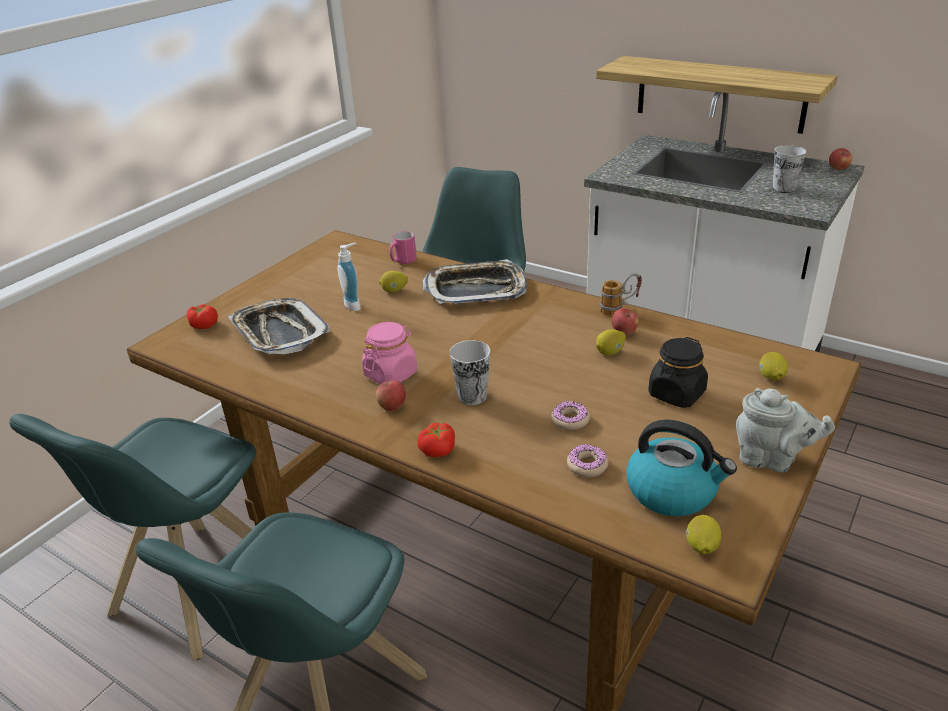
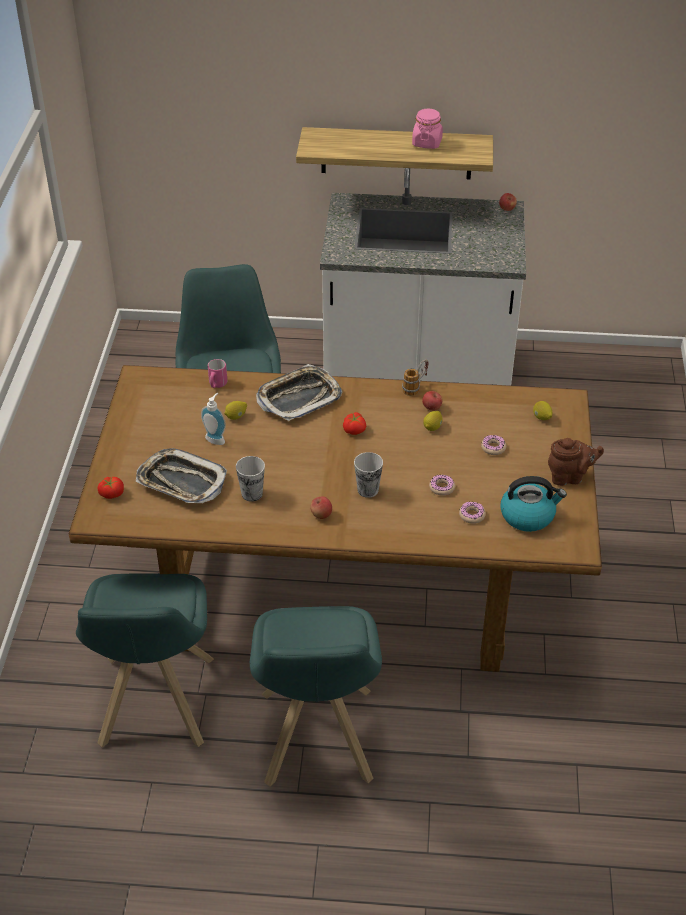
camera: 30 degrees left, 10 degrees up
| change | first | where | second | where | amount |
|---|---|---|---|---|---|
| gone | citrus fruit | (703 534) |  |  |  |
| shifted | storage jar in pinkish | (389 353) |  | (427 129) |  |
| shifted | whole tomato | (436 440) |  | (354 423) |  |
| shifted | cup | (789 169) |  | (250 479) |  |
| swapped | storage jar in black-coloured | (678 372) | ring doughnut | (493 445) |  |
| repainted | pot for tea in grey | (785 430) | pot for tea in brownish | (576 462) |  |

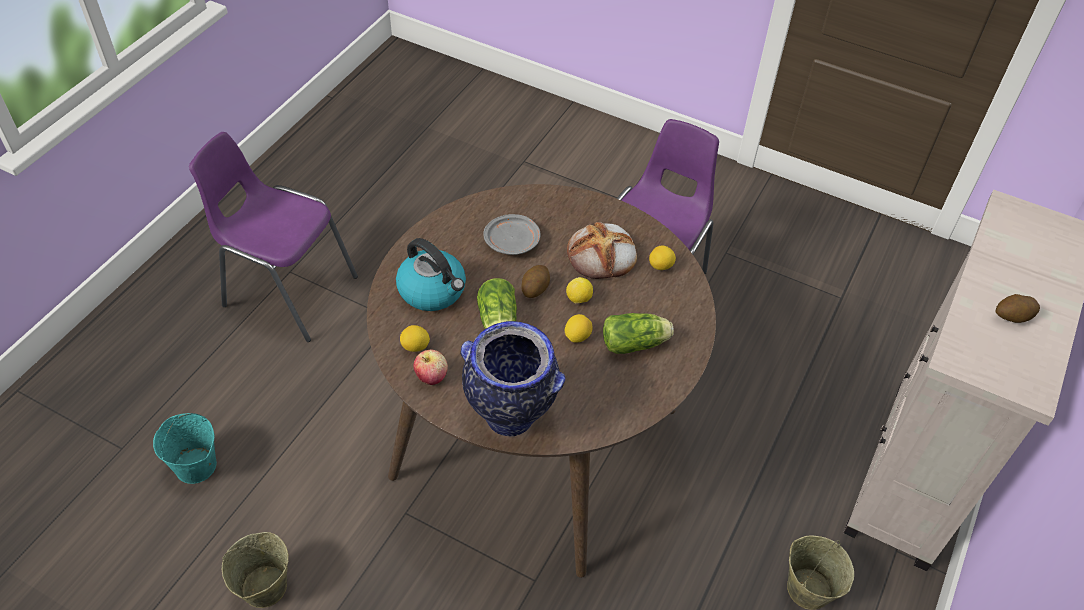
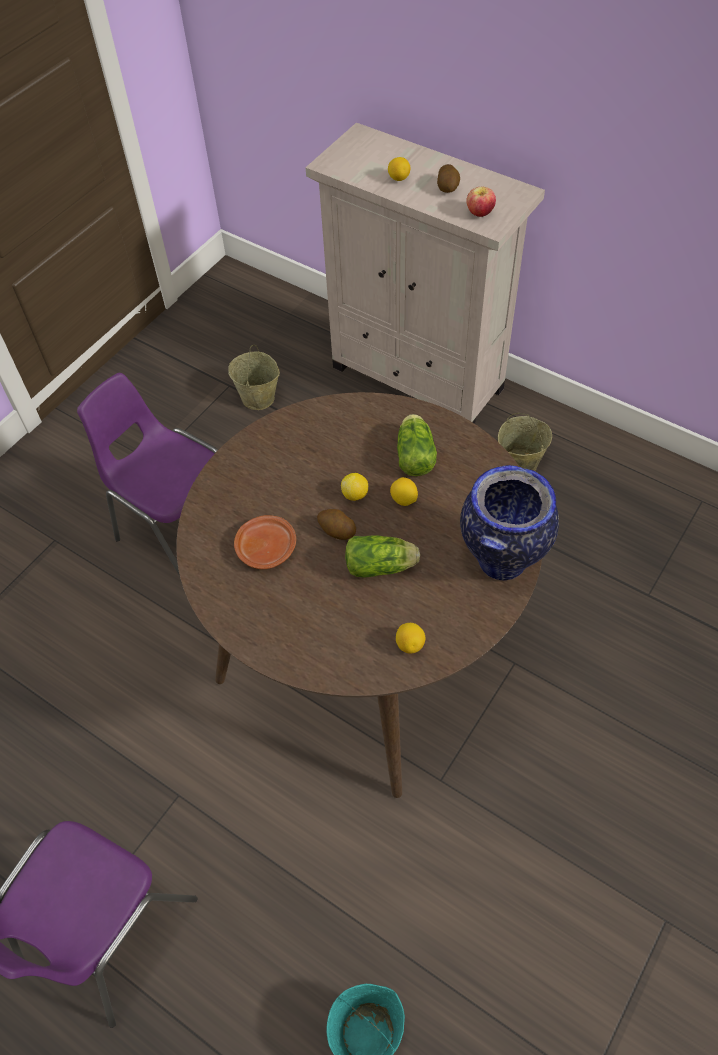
camera: 80 degrees left, 5 degrees up
| change | first | where | second | where | amount |
|---|---|---|---|---|---|
| gone | kettle | (431 274) |  |  |  |
| gone | bakery bread | (602 250) |  |  |  |
| shifted | pail in beige | (255 570) |  | (254 377) |  |
| shifted | apple fruit | (430 367) |  | (481 202) |  |
| shifted | citrus fruit | (662 258) |  | (399 169) |  |
| repainted | dinner plate in grey | (511 234) | dinner plate in brownish | (265 542) |  |

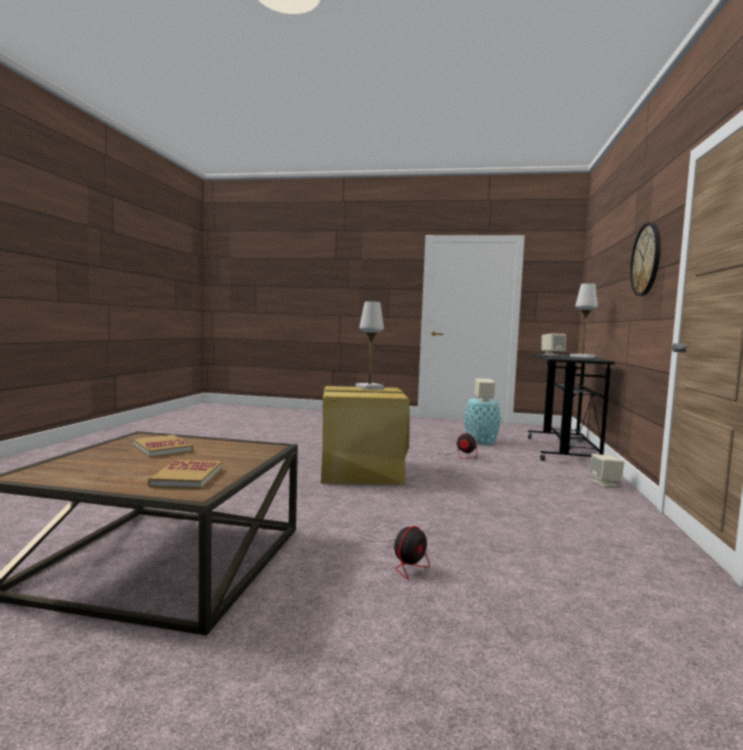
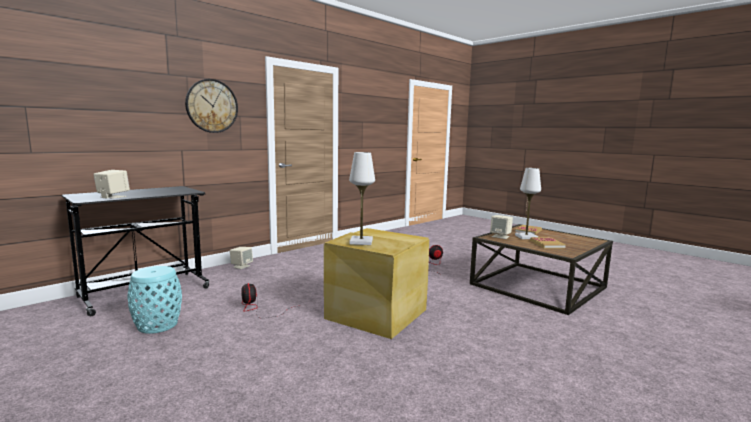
camera: 145 degrees left, 5 degrees up
| change | first | where | second | where | amount |
|---|---|---|---|---|---|
| shifted | loudspeaker in beige | (484 390) |  | (501 227) |  |
| shifted | lamp for a table in whitish | (584 320) |  | (528 203) |  |

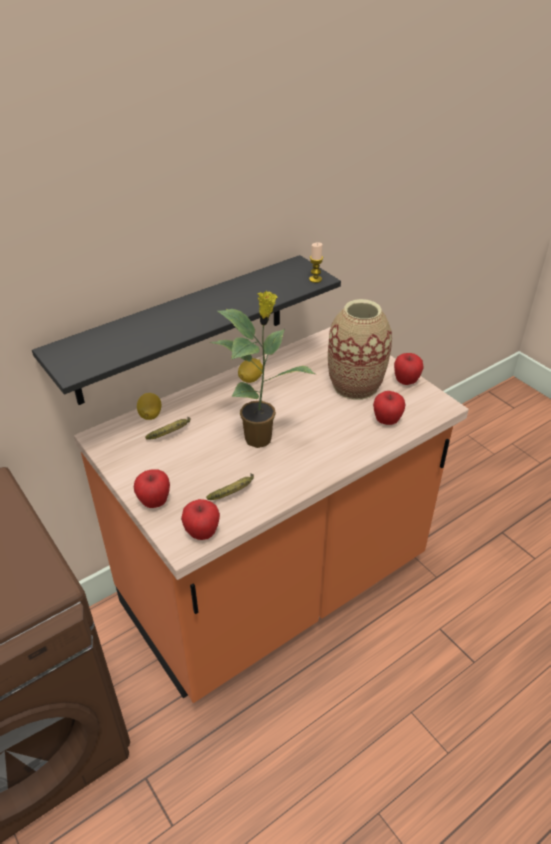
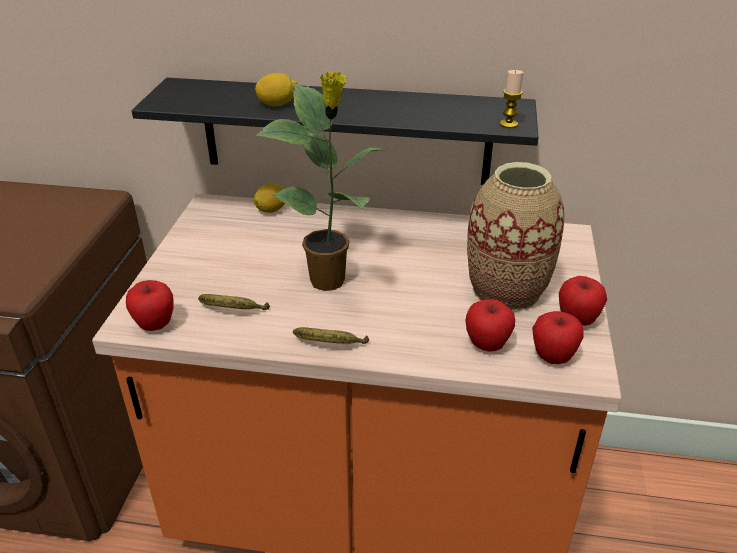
camera: 45 degrees right, 5 degrees down
| change | first | where | second | where | amount |
|---|---|---|---|---|---|
| shifted | apple fruit | (152 488) |  | (558 337) |  |
| shifted | banana fruit | (167 428) |  | (331 335) |  |
| shifted | citrus fruit | (250 370) |  | (276 89) |  |

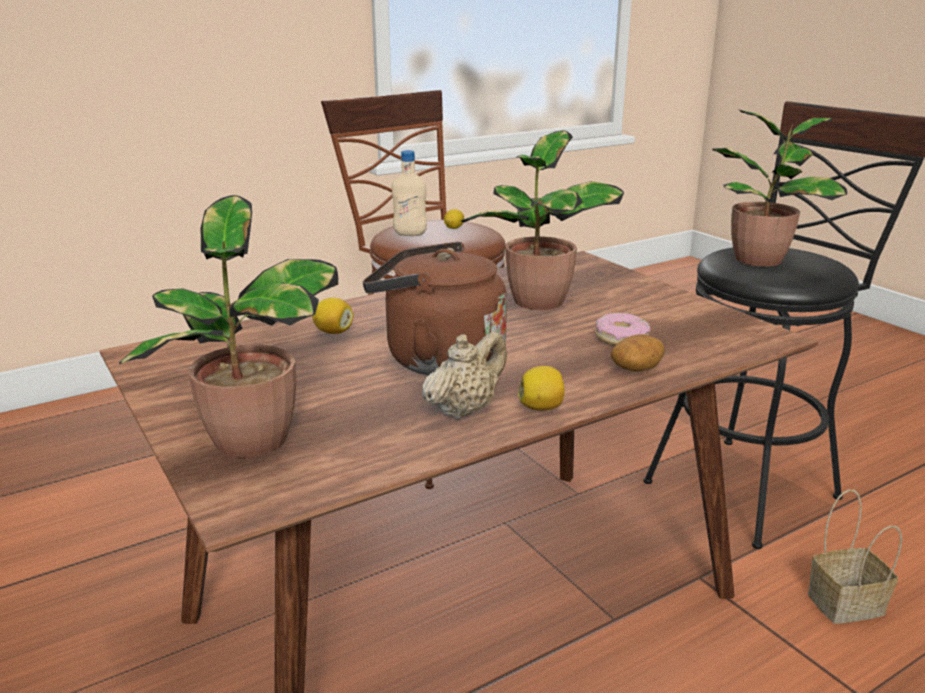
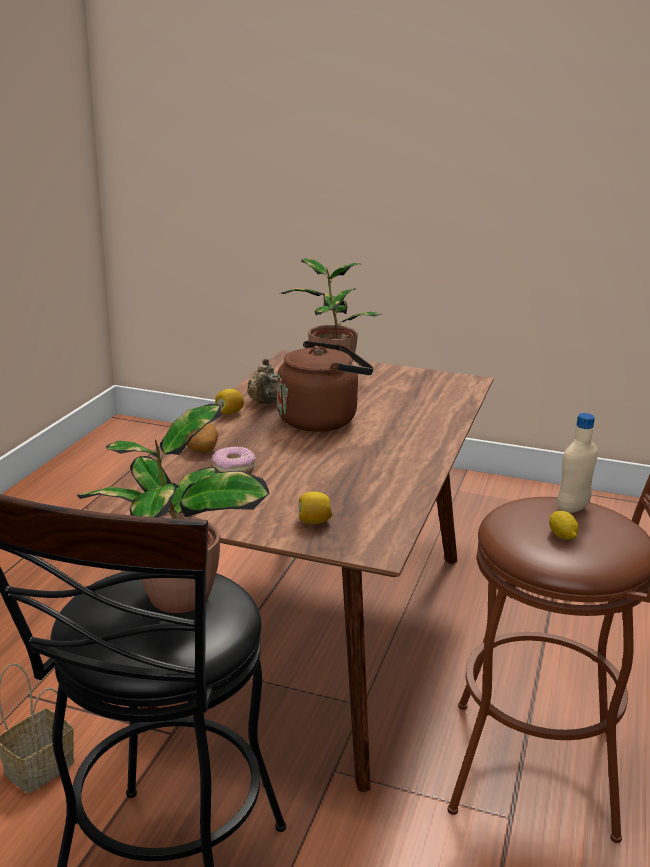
camera: 140 degrees right, 0 degrees up
| change | first | where | second | where | amount |
|---|---|---|---|---|---|
| gone | potted plant | (542 220) |  |  |  |
| shifted | citrus fruit | (332 316) |  | (316 507) |  |

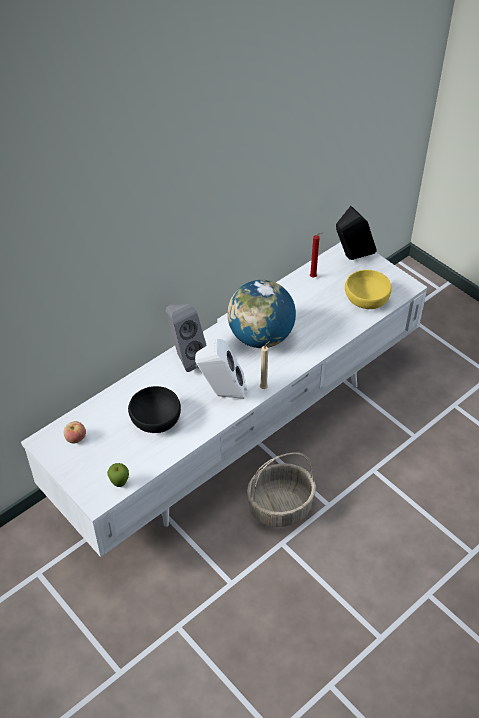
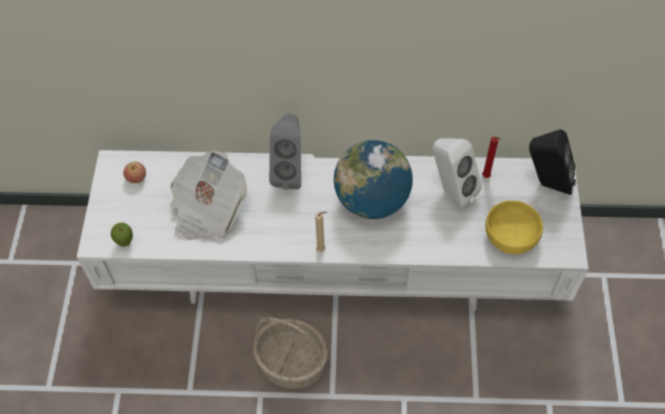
camera: 45 degrees right, 10 degrees up
| change | first | where | second | where | amount |
|---|---|---|---|---|---|
| shifted | loudspeaker in whitish | (221 369) |  | (457 173) |  |
| swapped | bowl in black-coloured | (154 409) | daily paper | (208 195) |  |

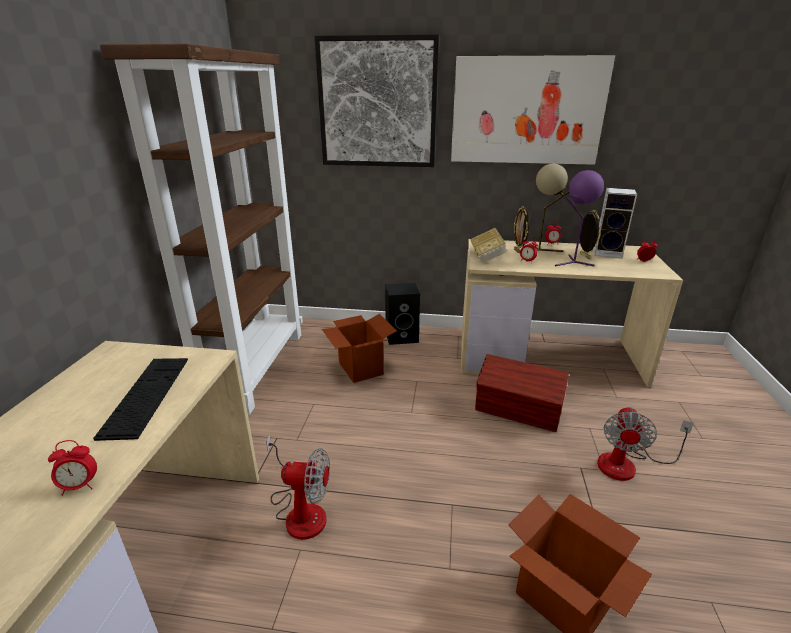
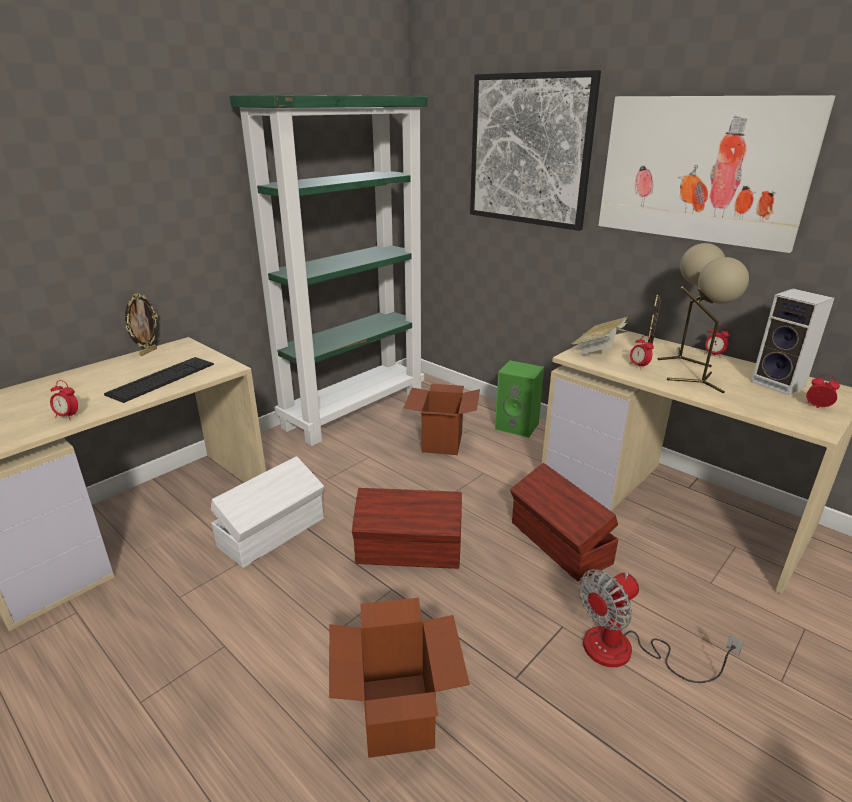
camera: 35 degrees right, 0 degrees up
| change | first | where | second | where | amount |
|---|---|---|---|---|---|
| new |  |  | storage bin in brownish | (407 528) |  |
| shifted | picture frame | (590 234) |  | (141 324) |  |
| swapped | cooling fan | (298 487) | storage bin in whitish | (267 512) |  |
| repainted | shelving unit in brownish | (201 229) | shelving unit in green | (329 270) |  |
| repainted | loudspeaker in black-coloured | (402 314) | loudspeaker in green | (519 399) |  |
| repainted | lamp for a table in purplish | (579 218) | lamp for a table in beige | (708 325) |  |

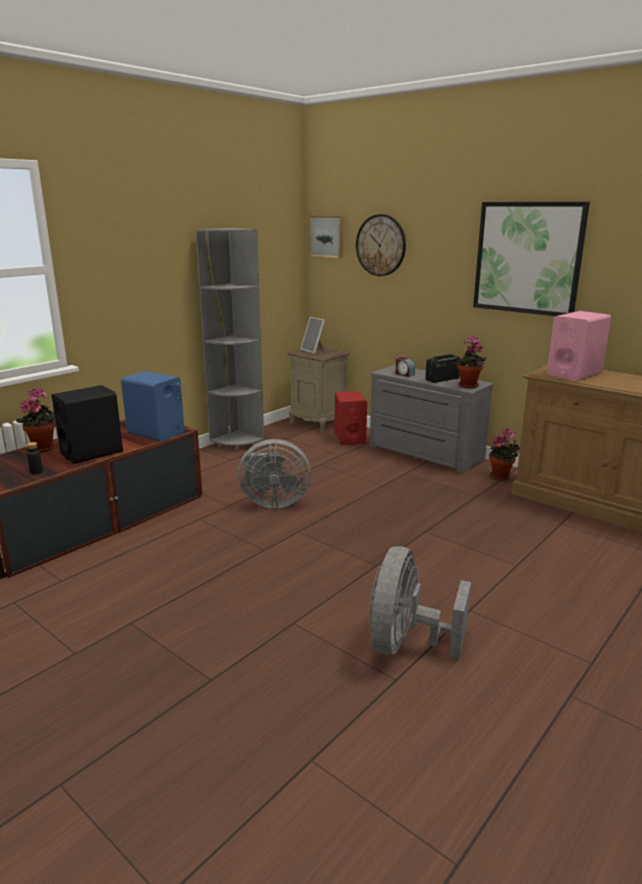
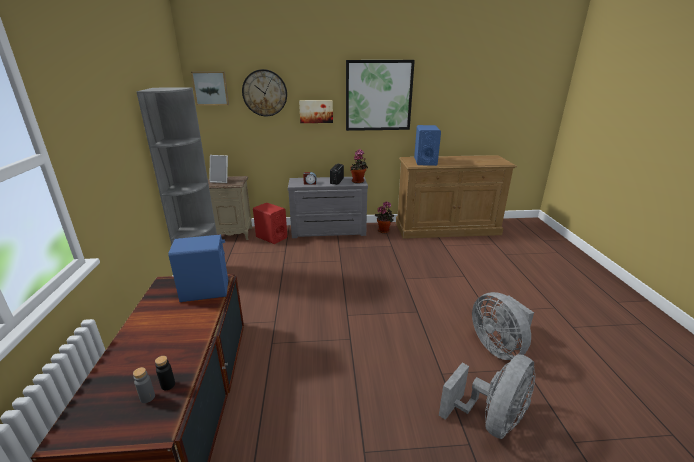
camera: 45 degrees left, 5 degrees up
| change | first | where | second | where | amount |
|---|---|---|---|---|---|
| gone | potted plant | (36 419) |  |  |  |
| gone | loudspeaker in black-coloured | (87 424) |  |  |  |
| new |  |  | drink bottle in grey | (144 385) |  |
| new |  |  | wall picture | (316 111) |  |
| shifted | cooling fan in grey | (274 473) |  | (487 396) |  |
| repainted | loudspeaker in pinkish | (579 346) | loudspeaker in blue-coloured | (427 145) |  |

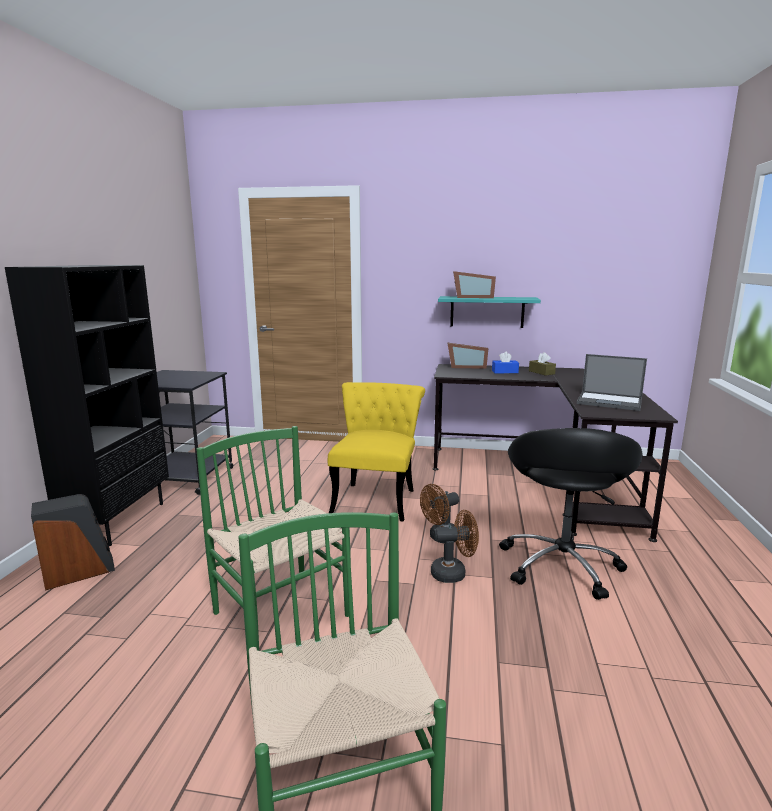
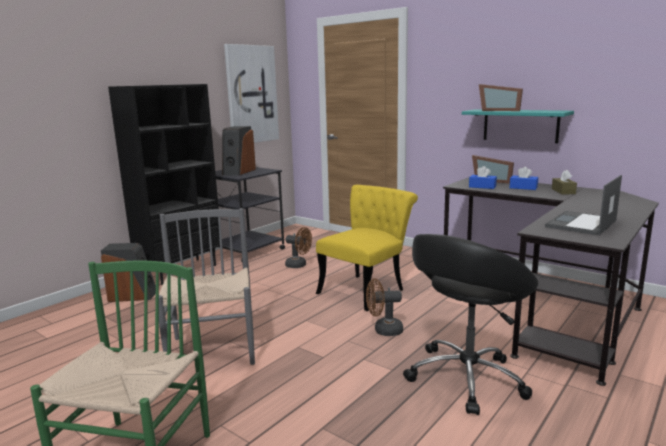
camera: 30 degrees right, 0 degrees up
| change | first | where | second | where | amount |
|---|---|---|---|---|---|
| new |  |  | loudspeaker | (239 151) |  |
| new |  |  | wall picture | (251 93) |  |
| new |  |  | tissue box in blue-coloured | (483 177) |  |
| shifted | cooling fan in brownish | (455 546) |  | (298 247) |  |
| repainted | plain chair in green | (273 536) | plain chair in grey | (207 286) |  |
| rotated | portable computer | (612 382) |  | (583 205) | 75 degrees clockwise |

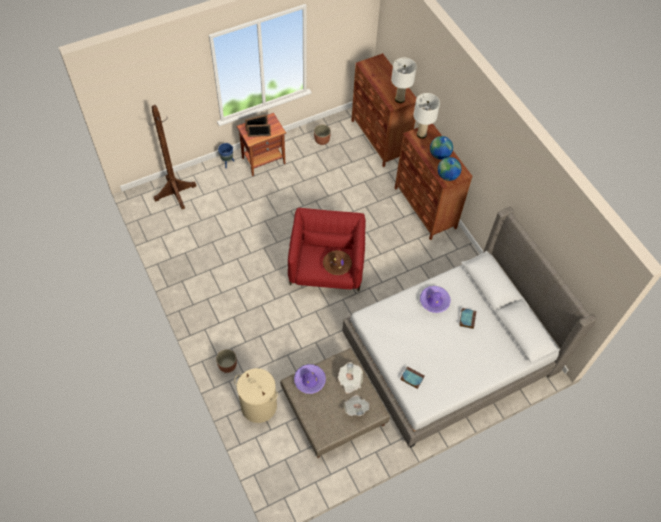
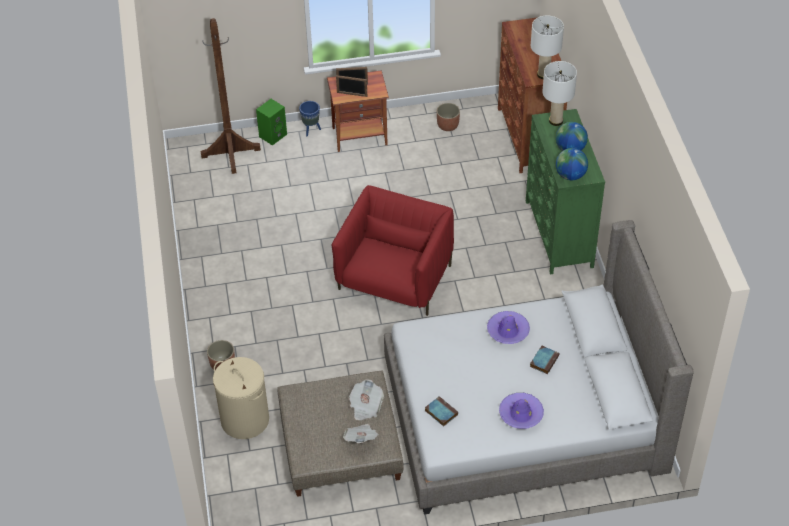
camera: 20 degrees right, 10 degrees down
| change | first | where | second | where | amount |
|---|---|---|---|---|---|
| gone | hat in brownish | (337 262) |  |  |  |
| new |  |  | loudspeaker in green | (271 122) |  |
| shifted | hat in purplish | (310 379) |  | (521 411) |  |
| repainted | drawer chest in brownish | (434 181) | drawer chest in green | (565 192) |  |

